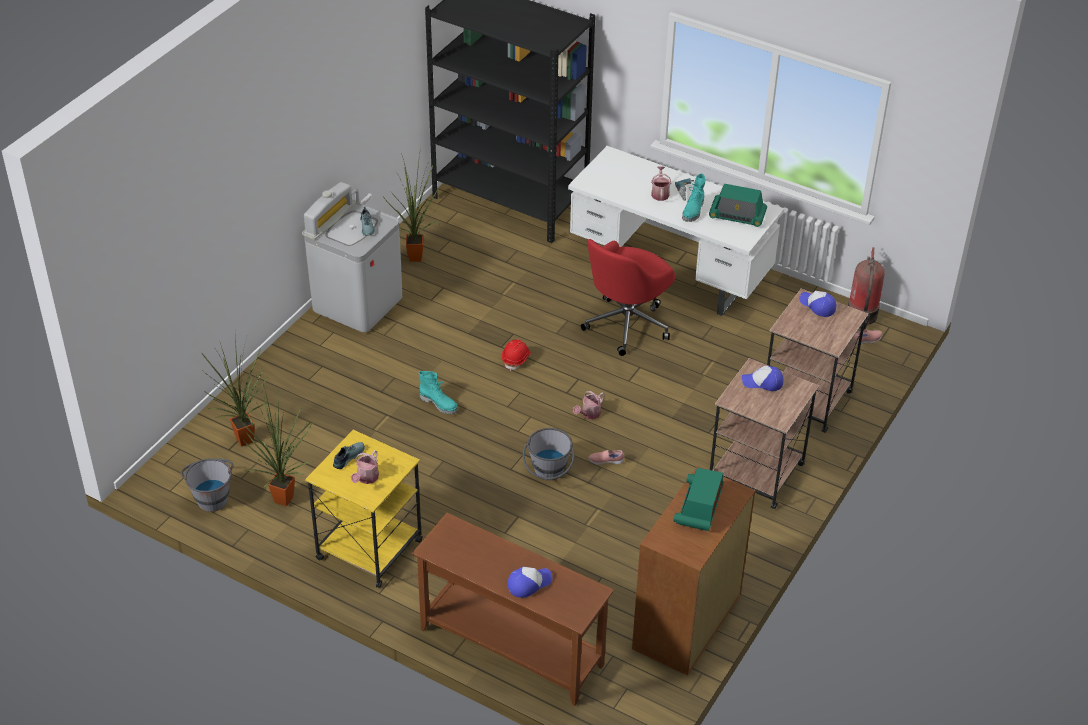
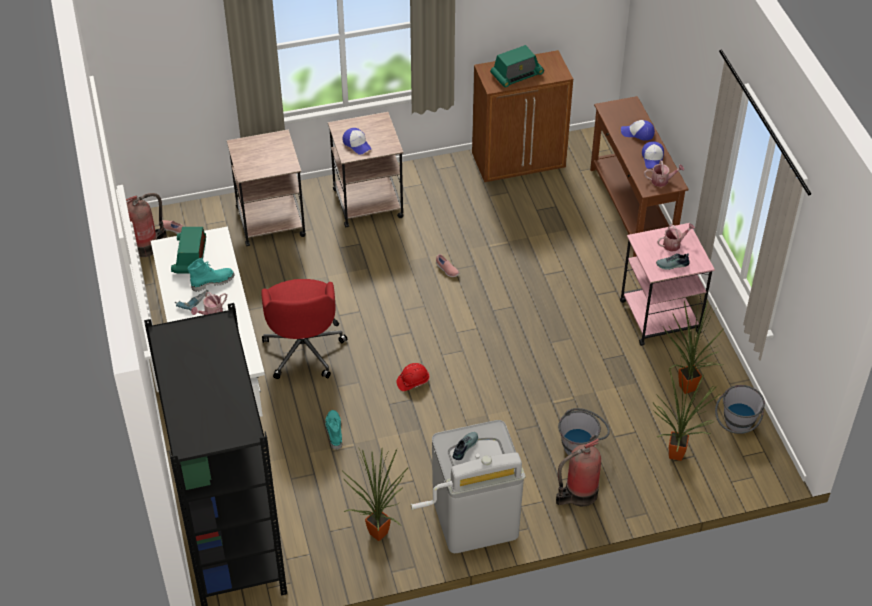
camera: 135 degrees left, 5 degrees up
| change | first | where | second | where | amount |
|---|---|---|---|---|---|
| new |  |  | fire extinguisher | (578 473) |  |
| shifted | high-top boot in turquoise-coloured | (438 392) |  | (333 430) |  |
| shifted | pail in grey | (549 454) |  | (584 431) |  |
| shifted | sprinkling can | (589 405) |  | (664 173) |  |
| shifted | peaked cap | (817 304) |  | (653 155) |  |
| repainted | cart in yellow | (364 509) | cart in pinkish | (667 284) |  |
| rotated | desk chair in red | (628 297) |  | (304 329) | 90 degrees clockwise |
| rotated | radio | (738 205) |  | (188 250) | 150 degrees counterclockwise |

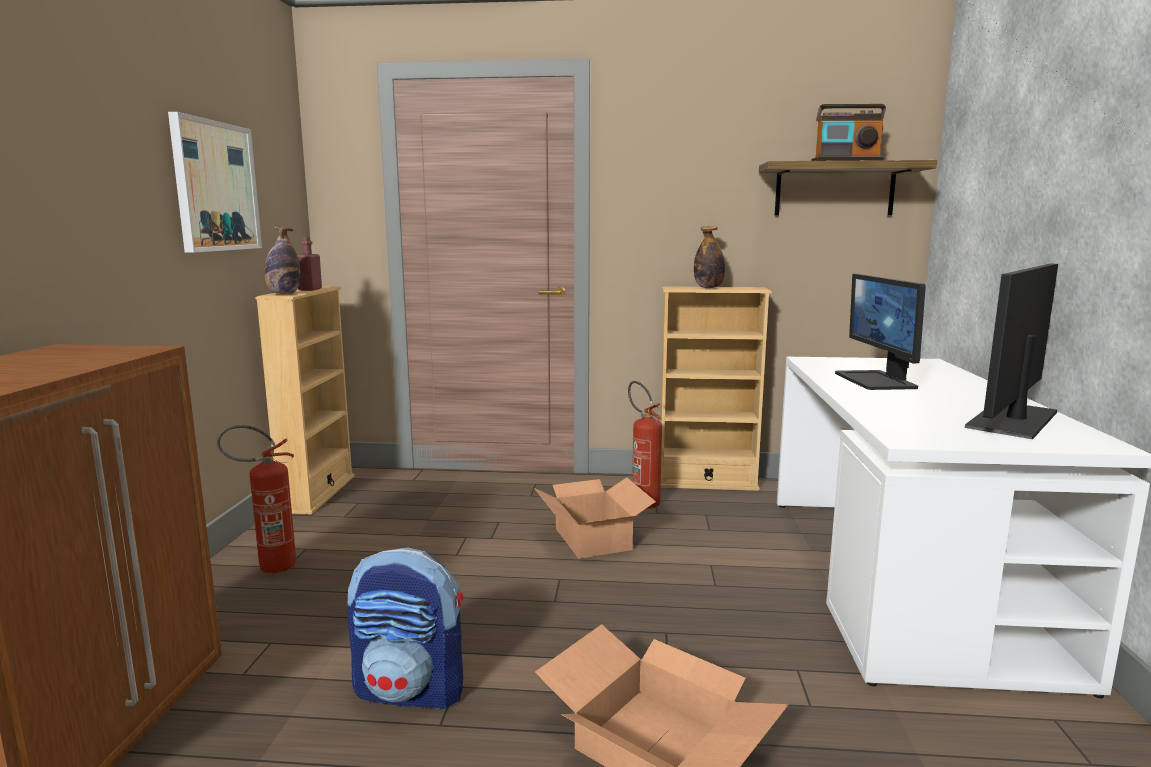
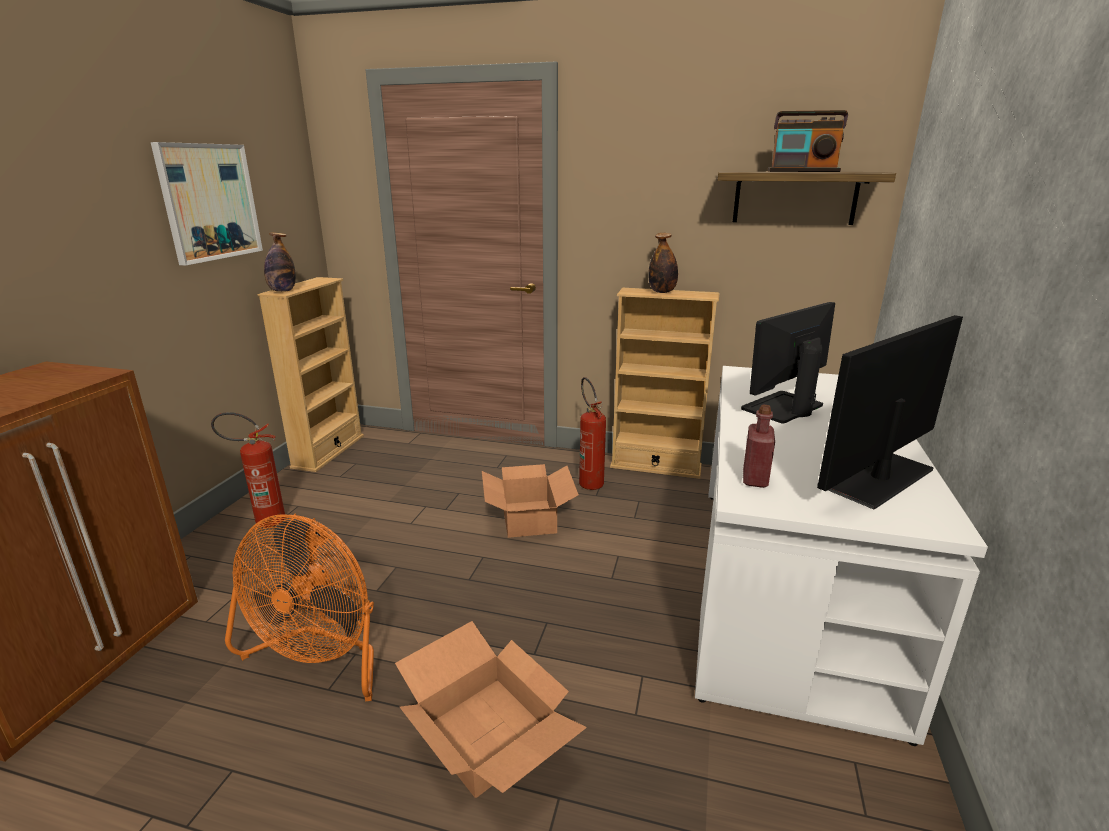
camera: 10 degrees right, 10 degrees up
| change | first | where | second | where | amount |
|---|---|---|---|---|---|
| shifted | drink bottle in red | (309 264) |  | (759 446) |  |
| swapped | backpack | (405 628) | cooling fan in orangey | (299 607) |  |
| rotated | computer display | (880 332) |  | (788 362) | 45 degrees clockwise |

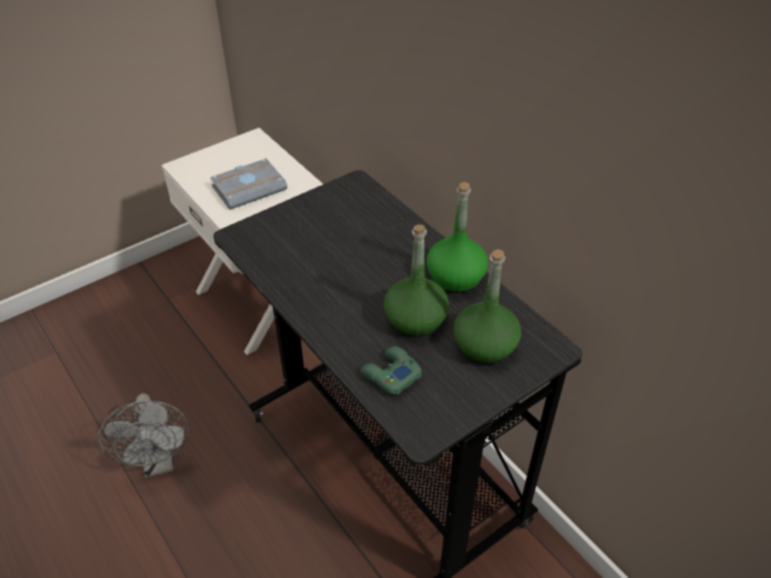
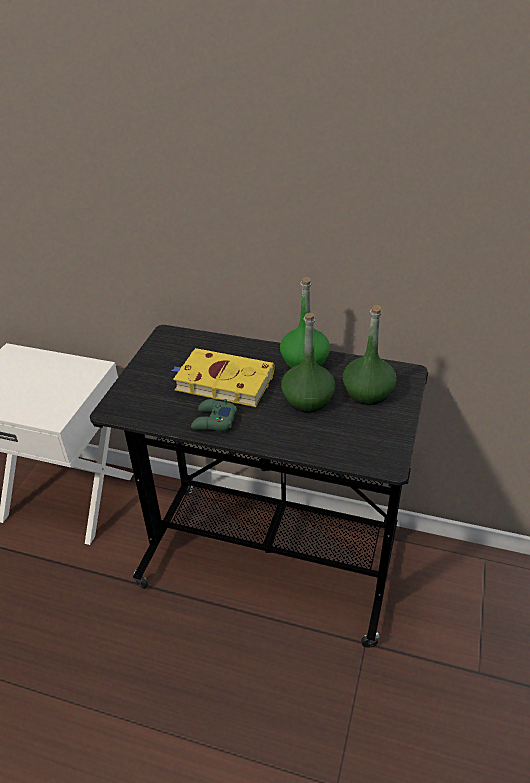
camera: 35 degrees left, 5 degrees down
| change | first | where | second | where | amount |
|---|---|---|---|---|---|
| gone | cooling fan in grey | (144 435) |  |  |  |
| gone | volume in grey | (248 184) |  |  |  |
| new |  |  | volume in yellow | (222 377) |  |
| shifted | joypad in green | (391 370) |  | (214 415) |  |

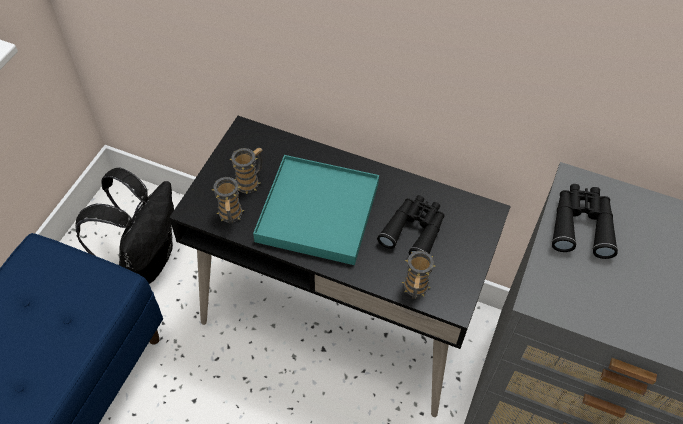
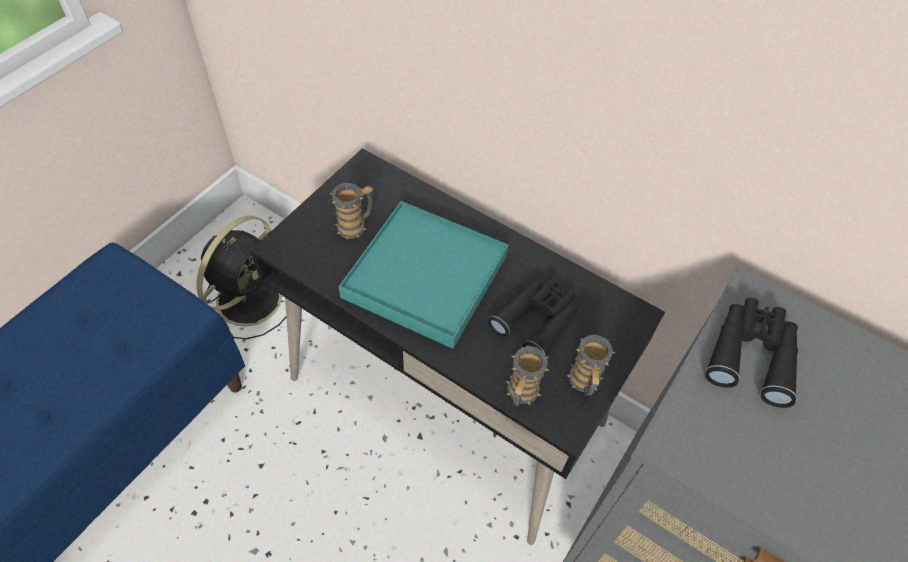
camera: 10 degrees right, 0 degrees up
| change | first | where | second | where | amount |
|---|---|---|---|---|---|
| shifted | coffee mug | (228 200) |  | (590 365) |  |
| swapped | backpack in black-coloured | (124 225) | cooling fan in black-coloured | (241 278) |  |

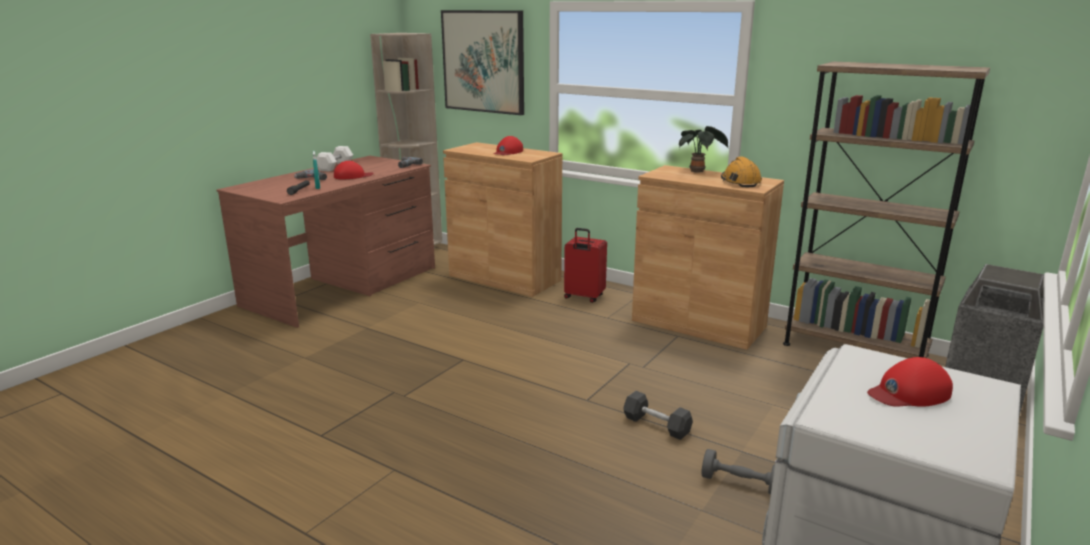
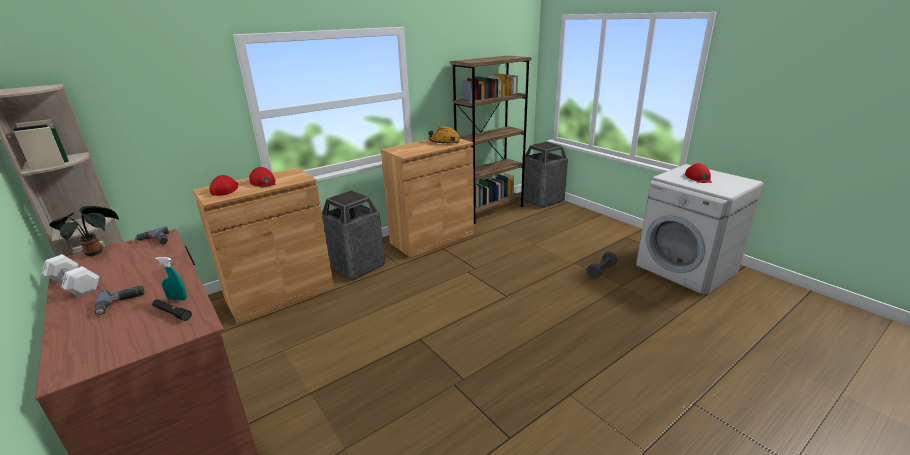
camera: 70 degrees left, 5 degrees up
| change | first | where | second | where | amount |
|---|---|---|---|---|---|
| gone | wall picture | (482 62) |  |  |  |
| gone | hand weight in grey | (658 415) |  |  |  |
| shifted | peaked cap in red | (353 170) |  | (223 185) |  |
| shifted | potted plant | (704 149) |  | (84 231) |  |
| swapped | piece of luggage in red | (585 265) | trash can | (353 235) |  |

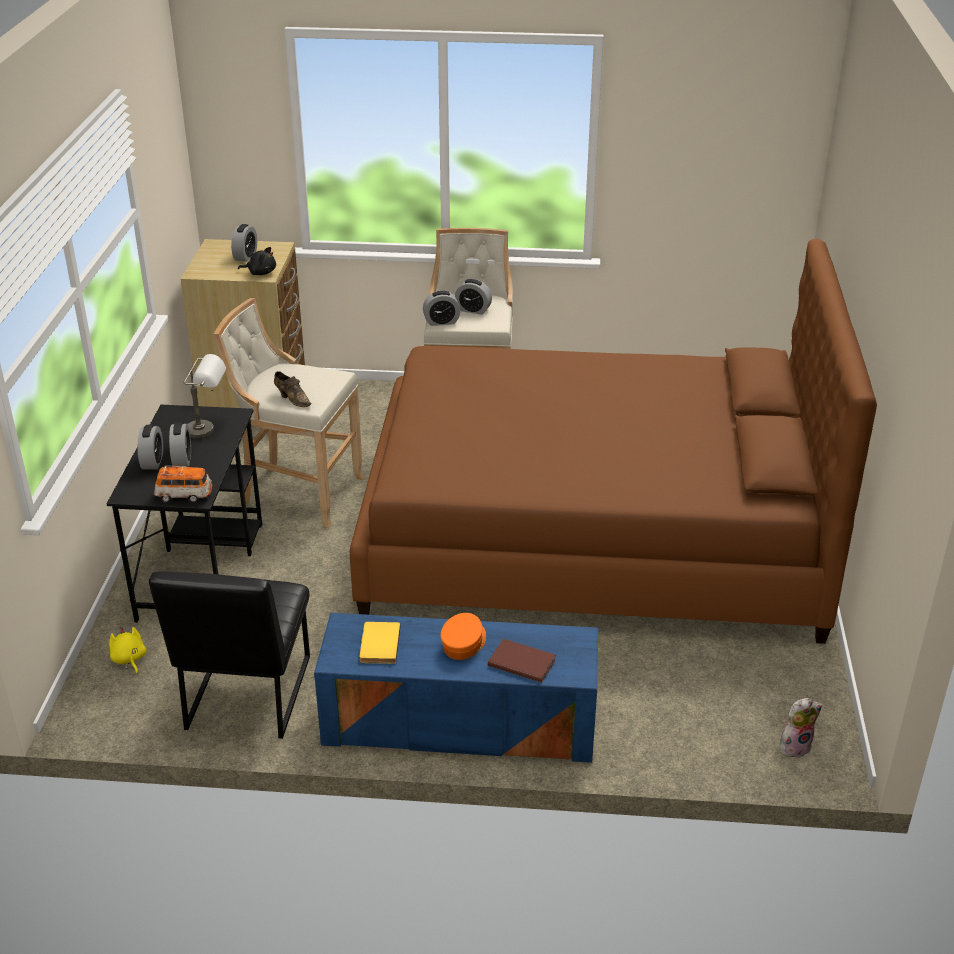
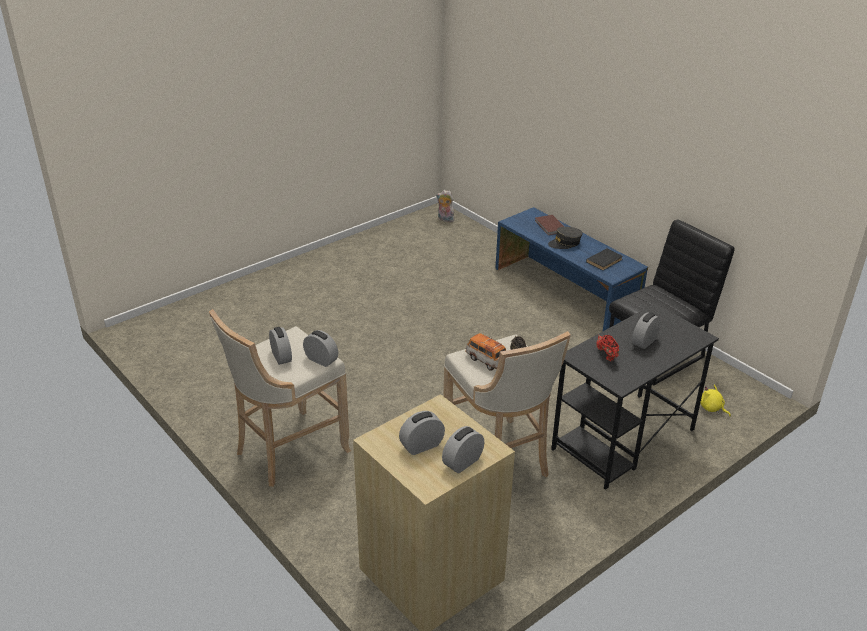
camera: 135 degrees left, 0 degrees up
| change | first | where | second | where | amount |
|---|---|---|---|---|---|
| gone | plush toy in black-coloured | (257 261) |  |  |  |
| gone | bed in brownish | (613 441) |  |  |  |
| shifted | alarm clock | (150 447) |  | (463 449) |  |
| shifted | miniature car | (183 484) |  | (485 352) |  |
| swapped | lamp for a table in grey | (204 396) | item of footwear in red | (607 348) |  |
| repainted | volume in yellow | (380 643) | volume in black-coloured | (604 259) |  |
| repainted | peaked cap in orangey | (463 636) | peaked cap in grey | (565 238) |  |
| rotated | plush toy in yellow | (127 650) |  | (715 400) | 120 degrees clockwise |

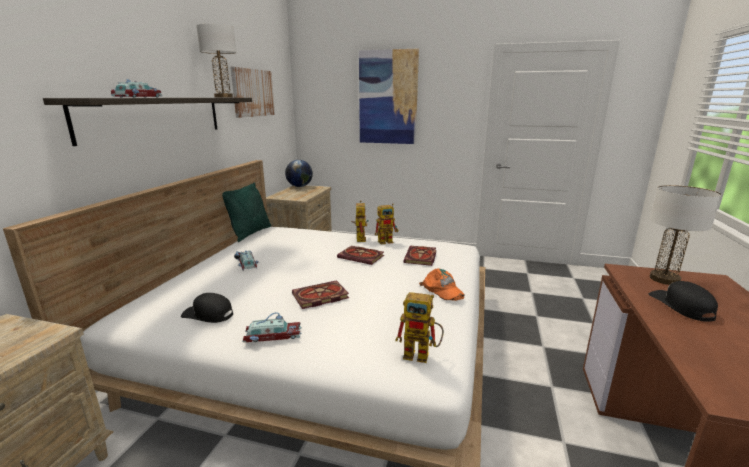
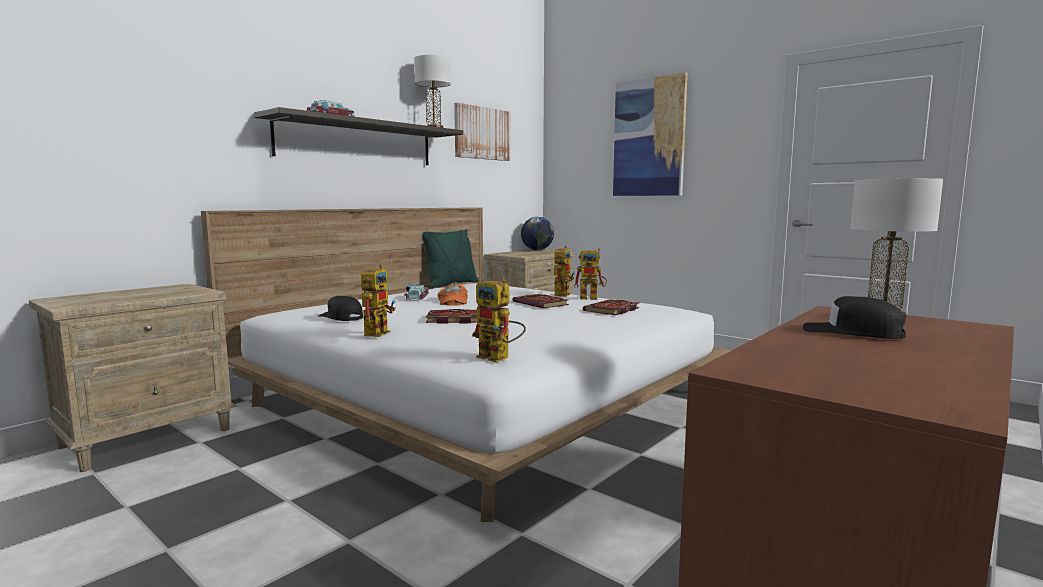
camera: 25 degrees right, 10 degrees down
| change | first | where | second | where | amount |
|---|---|---|---|---|---|
| shifted | peaked cap in orangey | (442 285) |  | (452 294) |  |
| swapped | miniature car | (272 327) | robot figure | (378 300) |  |
| rotated | peaked cap in black-coloured | (683 301) |  | (854 317) | 75 degrees counterclockwise |

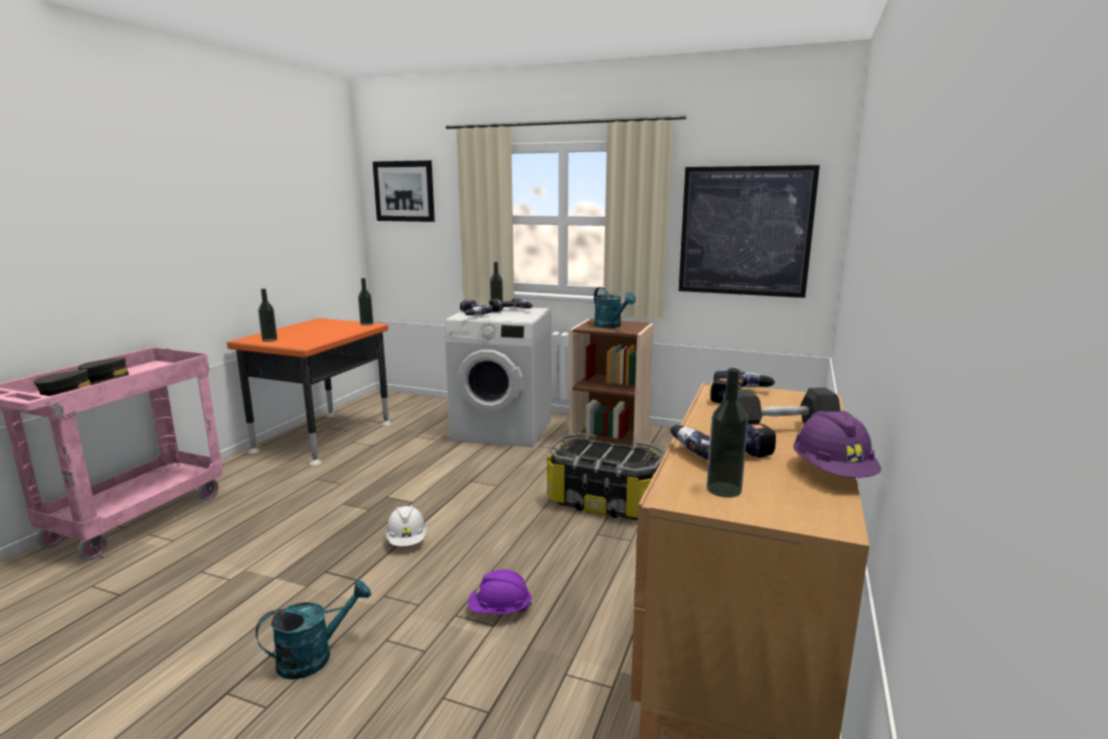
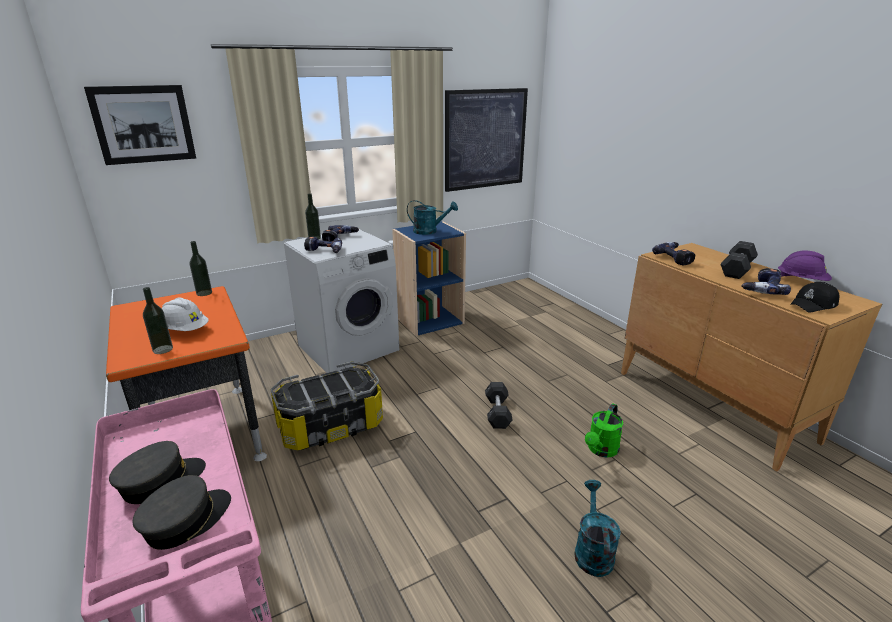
camera: 50 degrees left, 10 degrees up
| change | first | where | second | where | amount |
|---|---|---|---|---|---|
| new |  |  | hand weight in grey | (499 405) |  |
| shifted | work helmet in whitish | (406 525) |  | (185 314) |  |
| shifted | storage bin | (606 476) |  | (327 406) |  |
| swapped | work helmet in purplish | (500 591) | sprinkling can in green | (604 430) |  |
| swapped | drink bottle | (727 433) | peaked cap in black-coloured | (814 297) |  |
| repainted | shelving unit in brownish | (611 383) | shelving unit in blue-coloured | (429 278) |  |

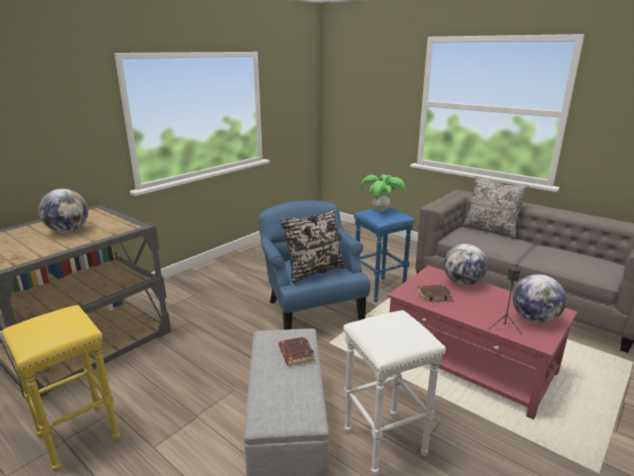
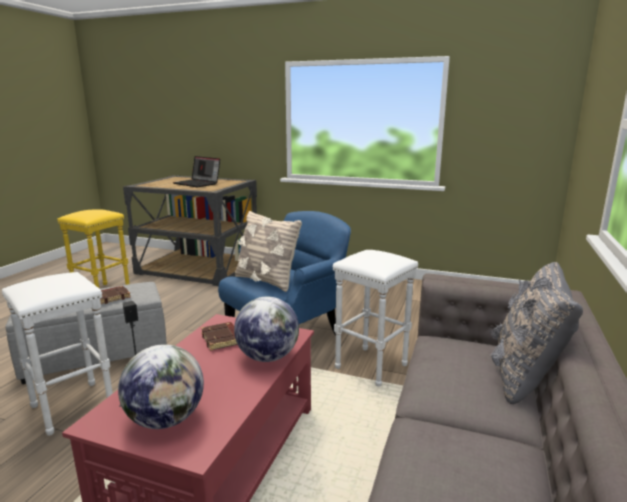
camera: 70 degrees right, 5 degrees down
| change | first | where | second | where | amount |
|---|---|---|---|---|---|
| gone | potted plant | (383 192) |  |  |  |
| swapped | world globe | (63 211) | portable computer | (196 171) |  |
| repainted | pillow in black-coloured | (312 245) | pillow in beige | (268 251) |  |
| repainted | stool seat in blue-coloured | (384 254) | stool seat in whitish | (375 318) |  |

